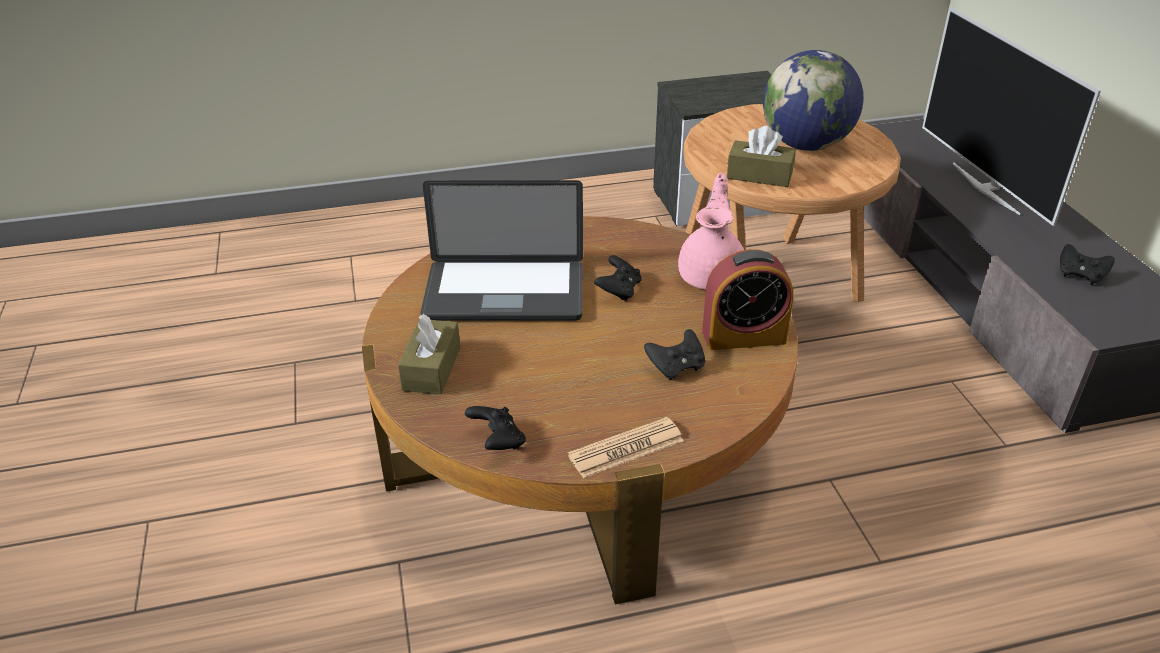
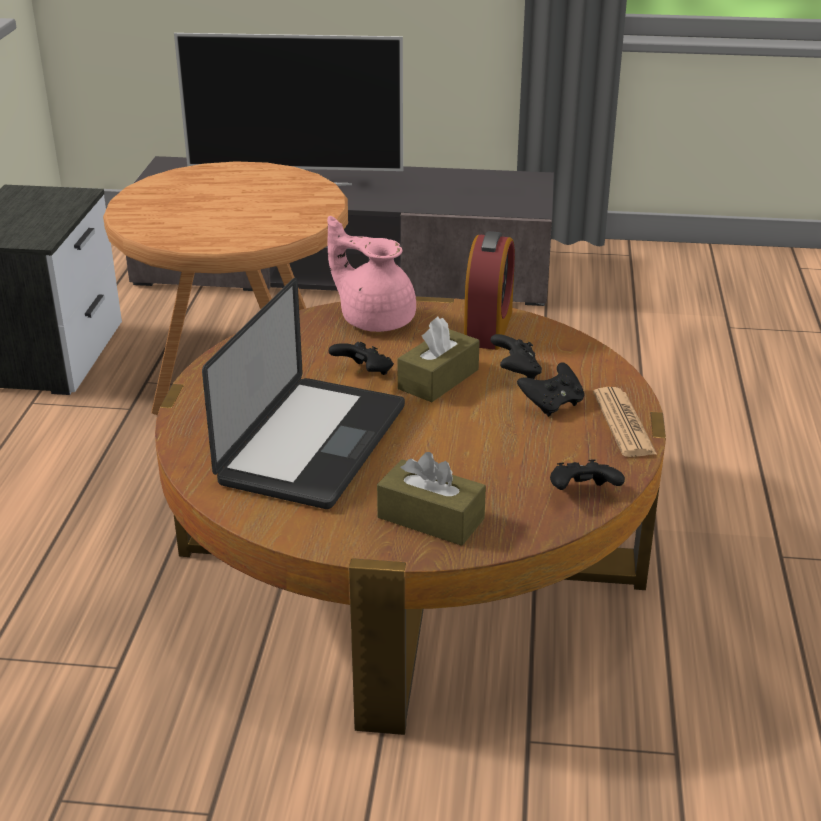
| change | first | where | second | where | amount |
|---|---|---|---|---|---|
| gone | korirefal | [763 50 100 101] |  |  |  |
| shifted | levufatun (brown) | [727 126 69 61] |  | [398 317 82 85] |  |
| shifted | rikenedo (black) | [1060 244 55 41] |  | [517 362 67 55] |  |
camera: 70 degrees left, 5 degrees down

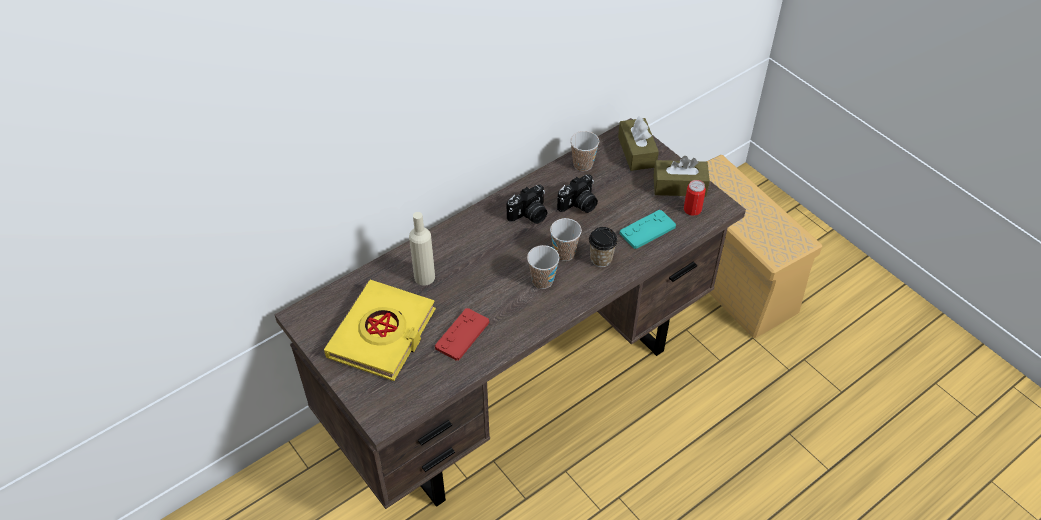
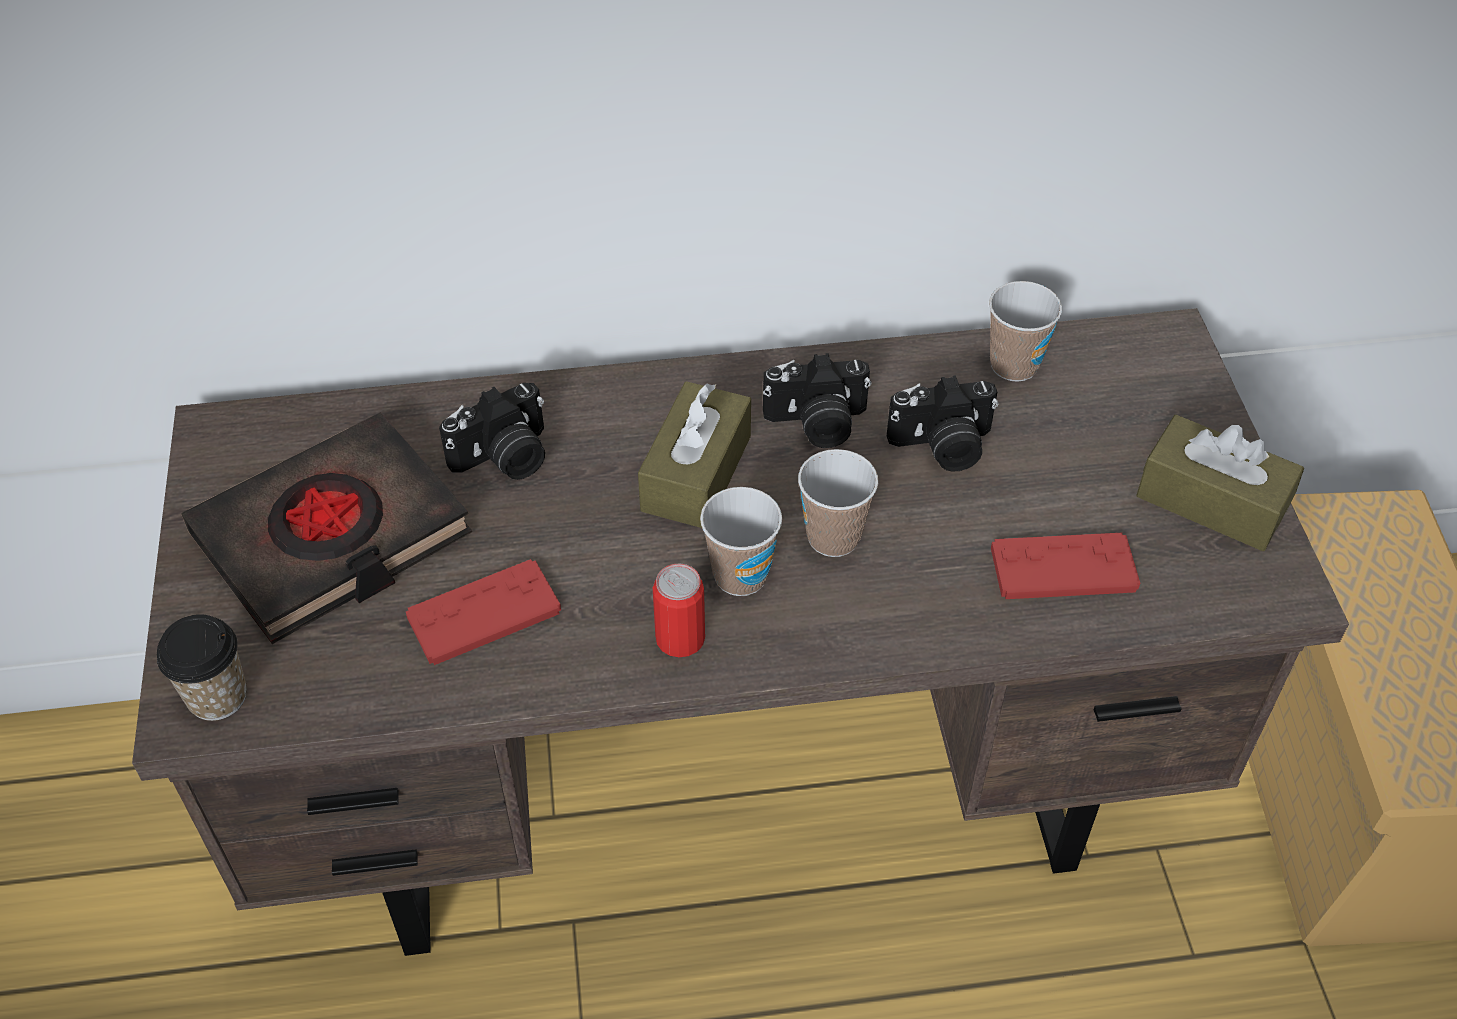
| change | first | where | second | where | amount |
|---|---|---|---|---|---|
| shifted | levufatun (brown) | [618 116 41 55] |  | [638 381 113 147] |  |
| shifted | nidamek | [684 180 22 36] |  | [653 564 52 93] |  |
| repainted | rikenedo (turquoise) | [620 210 56 39] | rikenedo (red) | [991 533 149 66] |  |
| swapped | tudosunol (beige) | [409 212 26 74] | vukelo | [439 383 106 97] |  |
| shifted | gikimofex | [589 227 29 40] |  | [157 614 90 107] |  |
| repainted | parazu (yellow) | [324 280 112 101] | parazu (black) | [181 412 291 232] |  |
camera: 30 degrees right, 0 degrees up

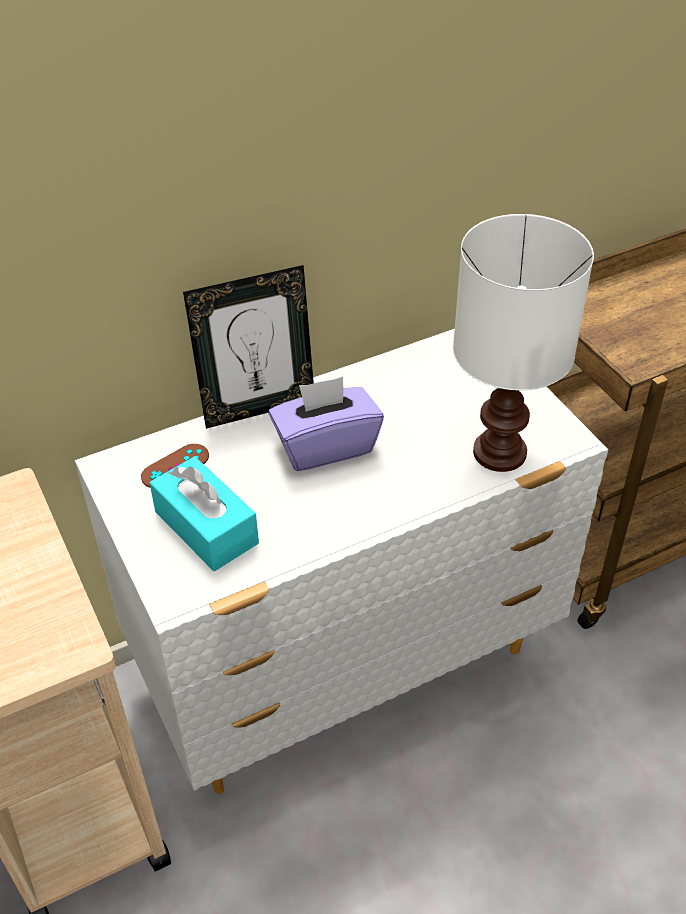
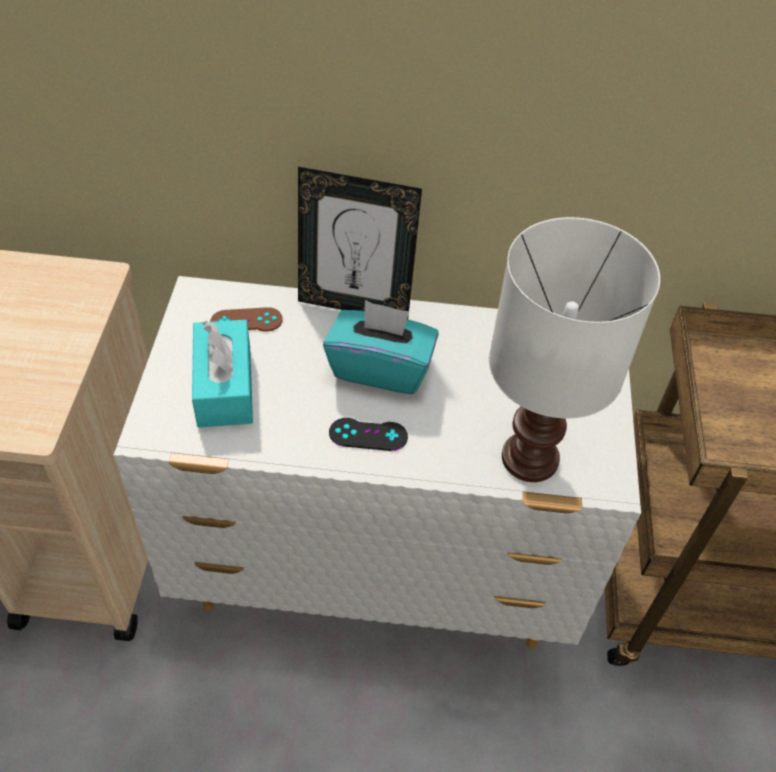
| change | first | where | second | where | amount |
|---|---|---|---|---|---|
| repainted | levufatun (purple) | [268 377 116 94] | levufatun (turquoise) | [323 300 116 94] |  |
| new |  |  | rikenedo (black) | [329 418 79 33] |  |
camera: 30 degrees right, 5 degrees up

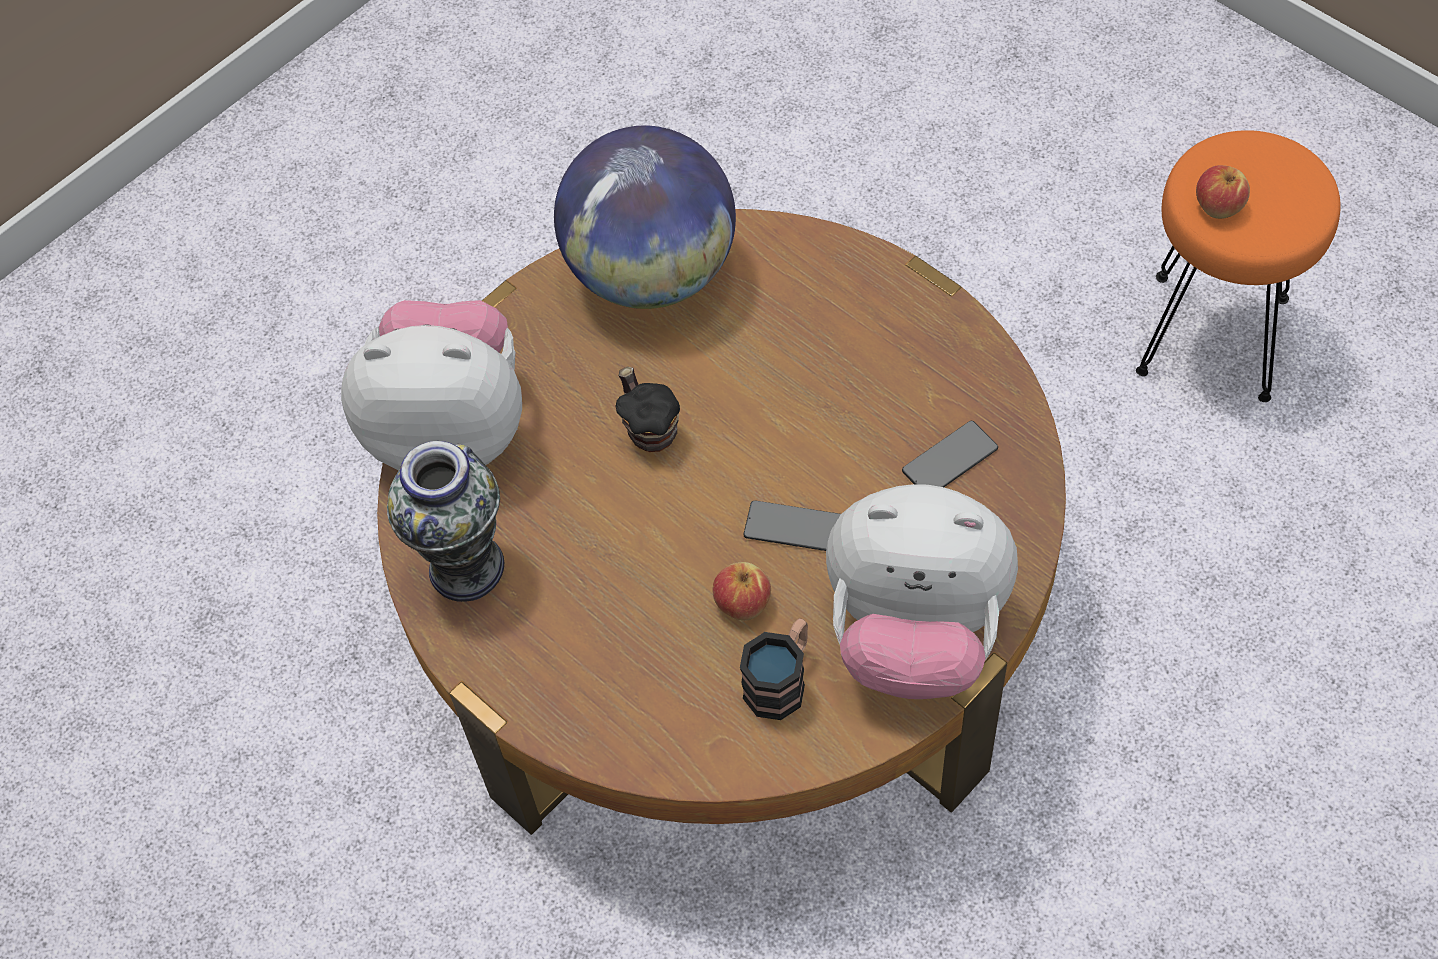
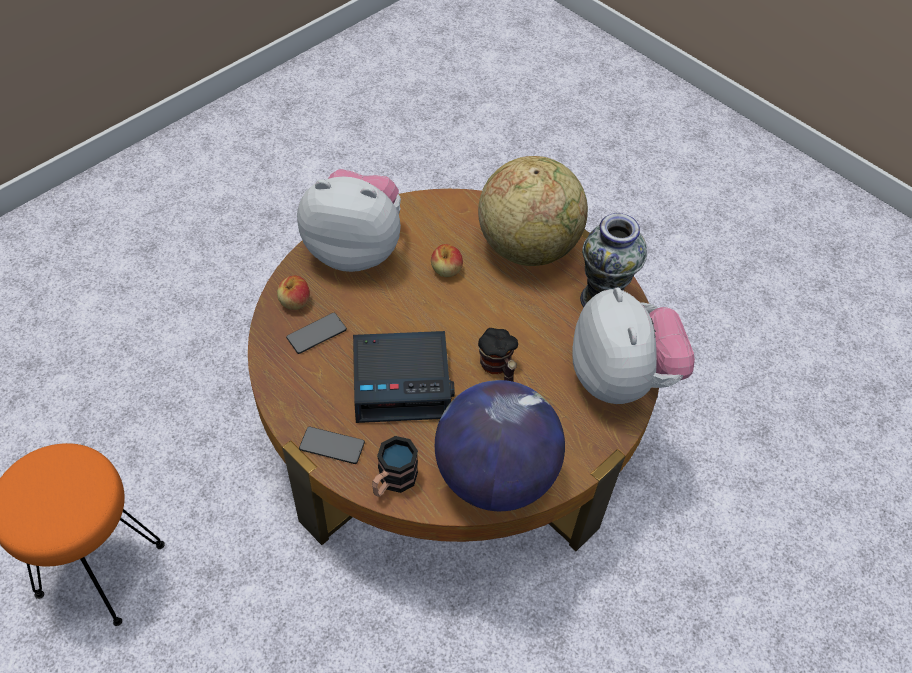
| change | first | where | second | where | amount |
|---|---|---|---|---|---|
| shifted | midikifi | [1196 165 54 54] |  | [277 275 33 35] |  |
| rotated | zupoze | [341 300 181 170] |  | [572 287 123 117] | 105 degrees counterclockwise |
| shifted | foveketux | [743 500 98 51] |  | [299 427 66 37] |  |
| shifted | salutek | [740 618 68 102] |  | [372 436 46 61] |  |
| new |  |  | korirefal | [478 156 110 110] |  |
| new |  |  | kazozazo | [353 331 102 92] |  |
camera: 175 degrees right, 5 degrees down

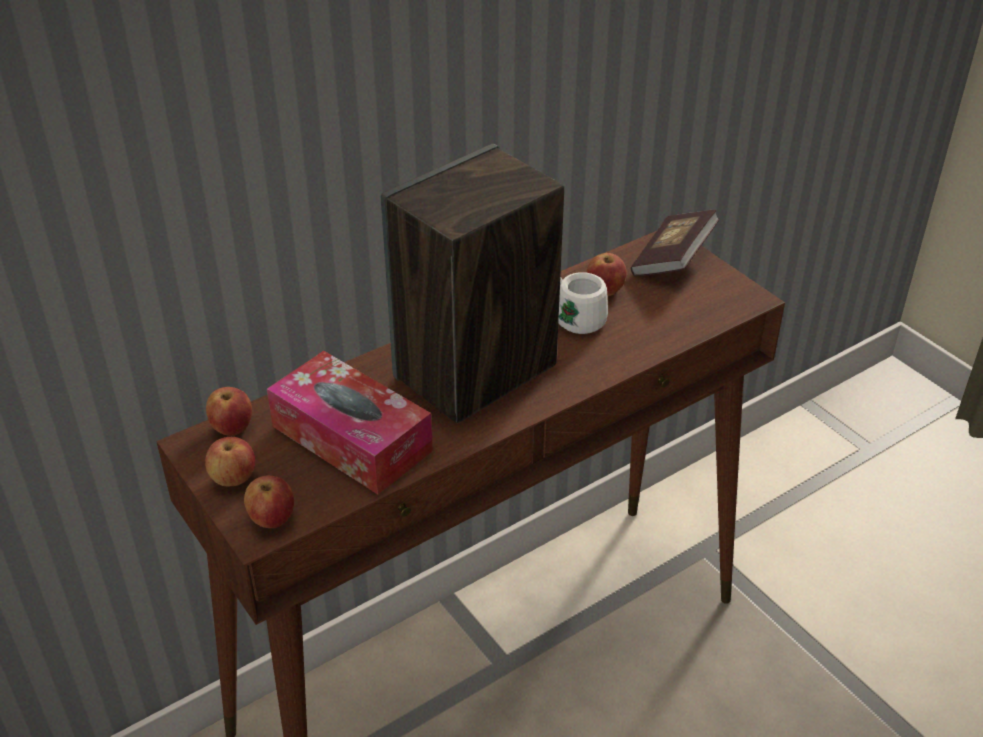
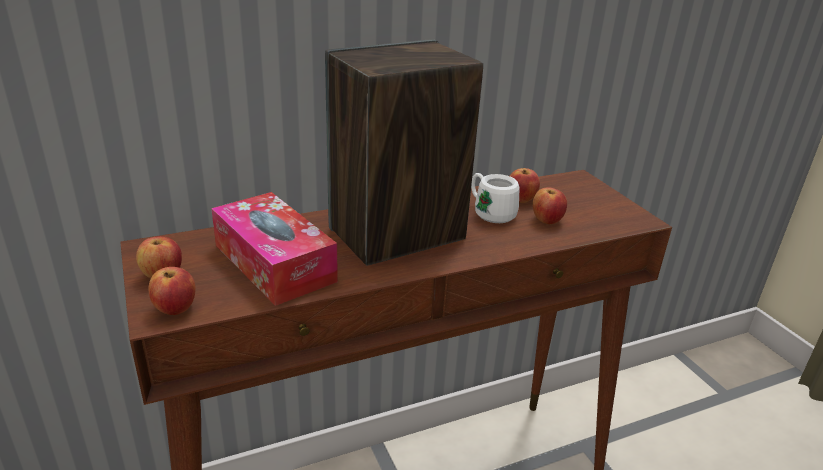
| change | first | where | second | where | amount |
|---|---|---|---|---|---|
| gone | parazu | [631 210 89 66] |  |  |  |
| shifted | midikifi | [206 387 46 49] |  | [532 188 35 36] |  |
camera: 10 degrees right, 10 degrees down

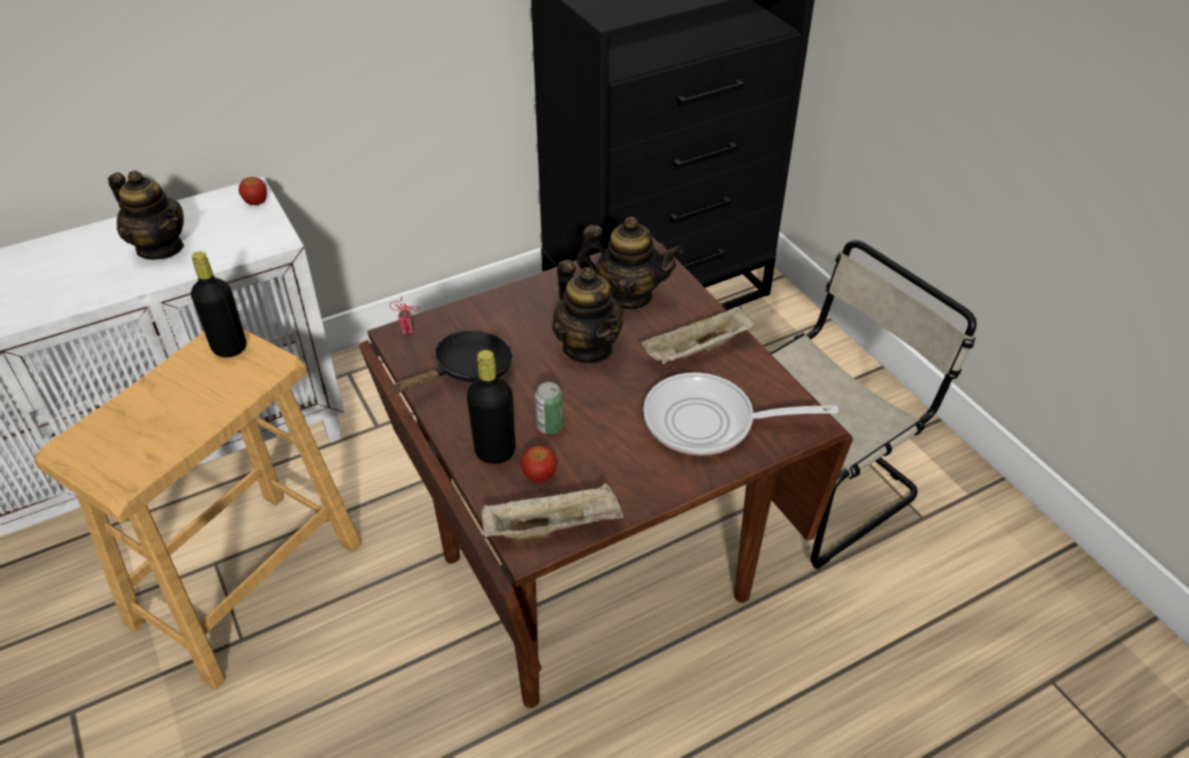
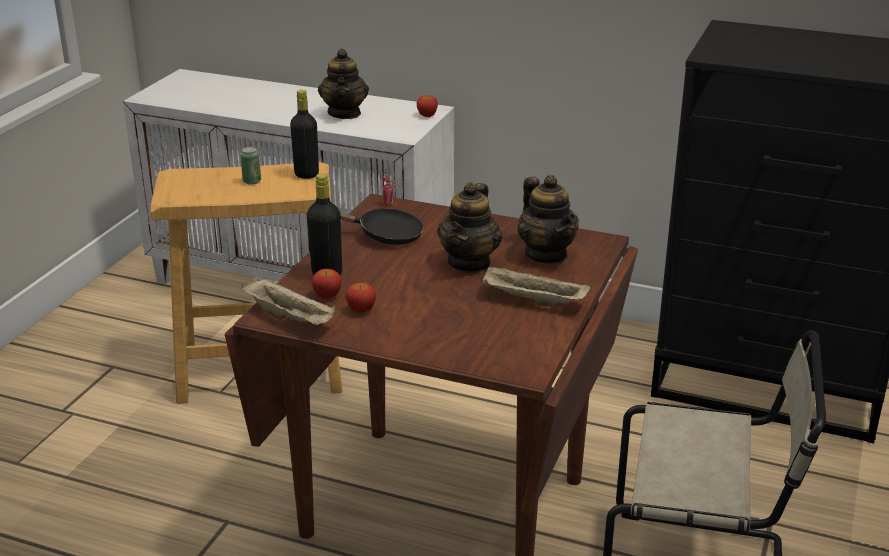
| change | first | where | second | where | amount |
|---|---|---|---|---|---|
| gone | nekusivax | [643 372 195 84] |  |  |  |
| shifted | nidamek | [535 382 29 52] |  | [240 147 21 38] |  |
| new |  |  | midikifi | [346 282 30 31] |  |
camera: 50 degrees right, 15 degrees down

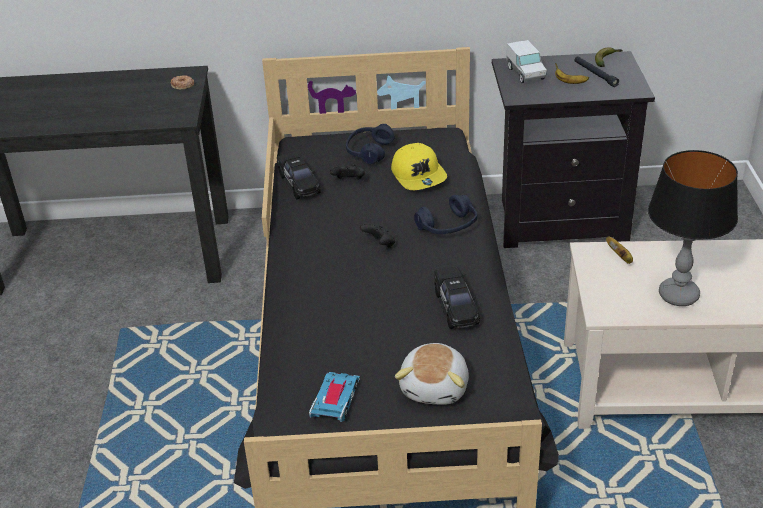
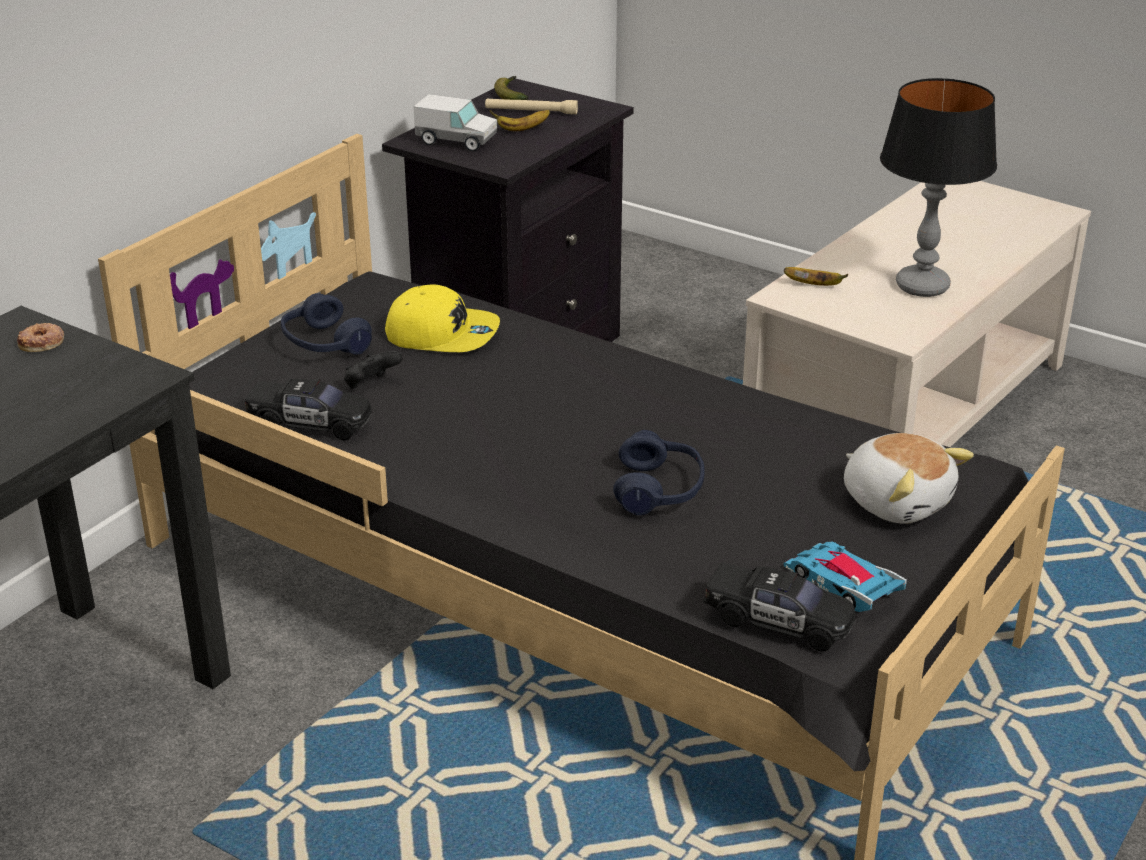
| change | first | where | second | where | amount |
|---|---|---|---|---|---|
| repainted | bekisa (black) | [574 56 45 31] | bekisa (beige) | [485 98 93 16] |  |
| shifted | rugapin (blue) | [414 195 63 39] |  | [613 430 92 85] |  |
| gone | rikenedo (black) | [360 223 35 25] |  |  |  |
| shifted | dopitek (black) | [434 267 46 62] |  | [703 563 153 89] |  |
camera: 55 degrees left, 5 degrees down

